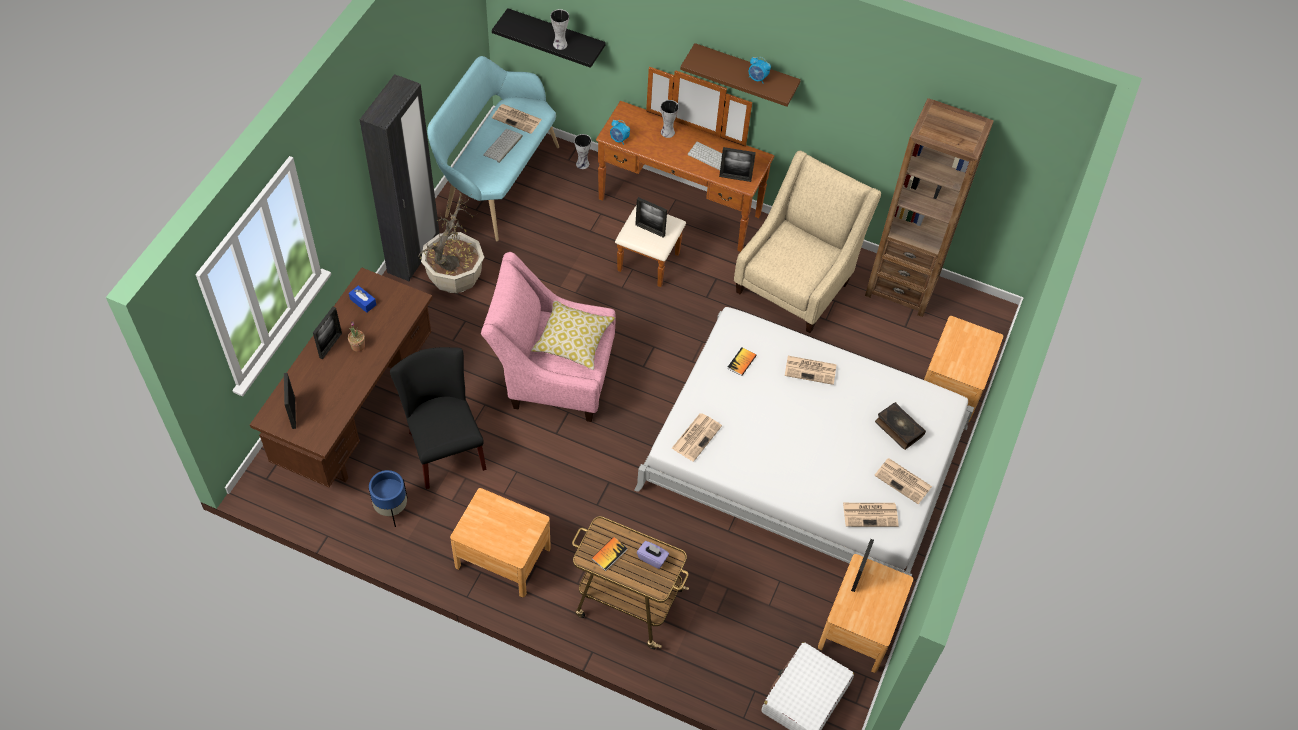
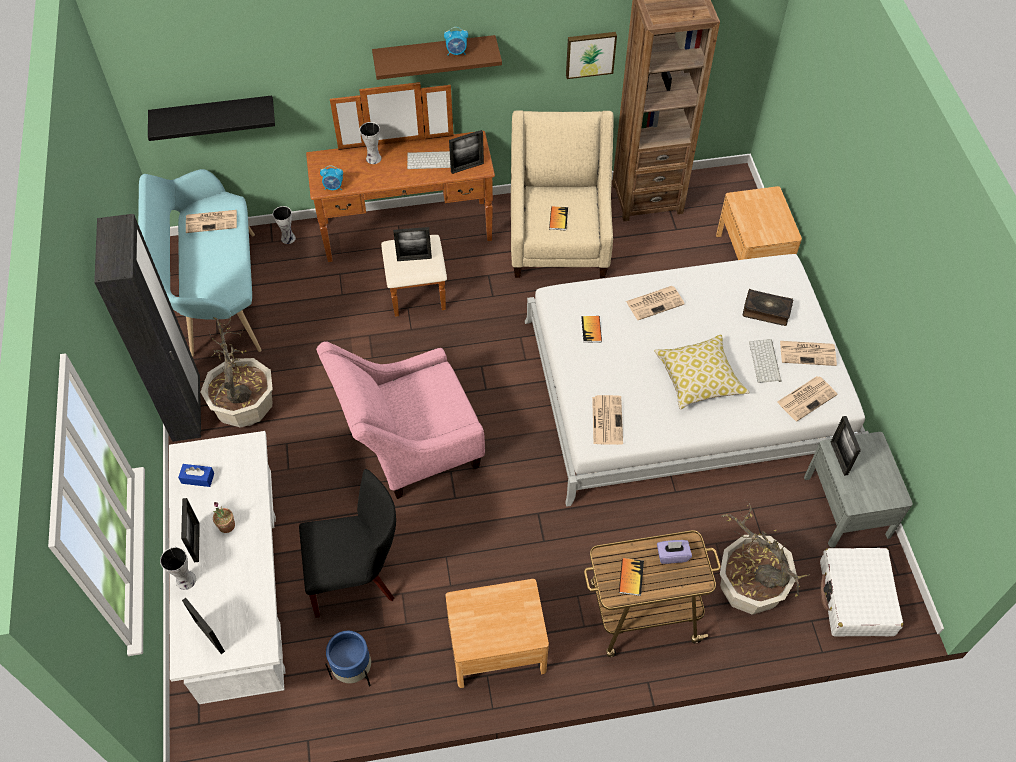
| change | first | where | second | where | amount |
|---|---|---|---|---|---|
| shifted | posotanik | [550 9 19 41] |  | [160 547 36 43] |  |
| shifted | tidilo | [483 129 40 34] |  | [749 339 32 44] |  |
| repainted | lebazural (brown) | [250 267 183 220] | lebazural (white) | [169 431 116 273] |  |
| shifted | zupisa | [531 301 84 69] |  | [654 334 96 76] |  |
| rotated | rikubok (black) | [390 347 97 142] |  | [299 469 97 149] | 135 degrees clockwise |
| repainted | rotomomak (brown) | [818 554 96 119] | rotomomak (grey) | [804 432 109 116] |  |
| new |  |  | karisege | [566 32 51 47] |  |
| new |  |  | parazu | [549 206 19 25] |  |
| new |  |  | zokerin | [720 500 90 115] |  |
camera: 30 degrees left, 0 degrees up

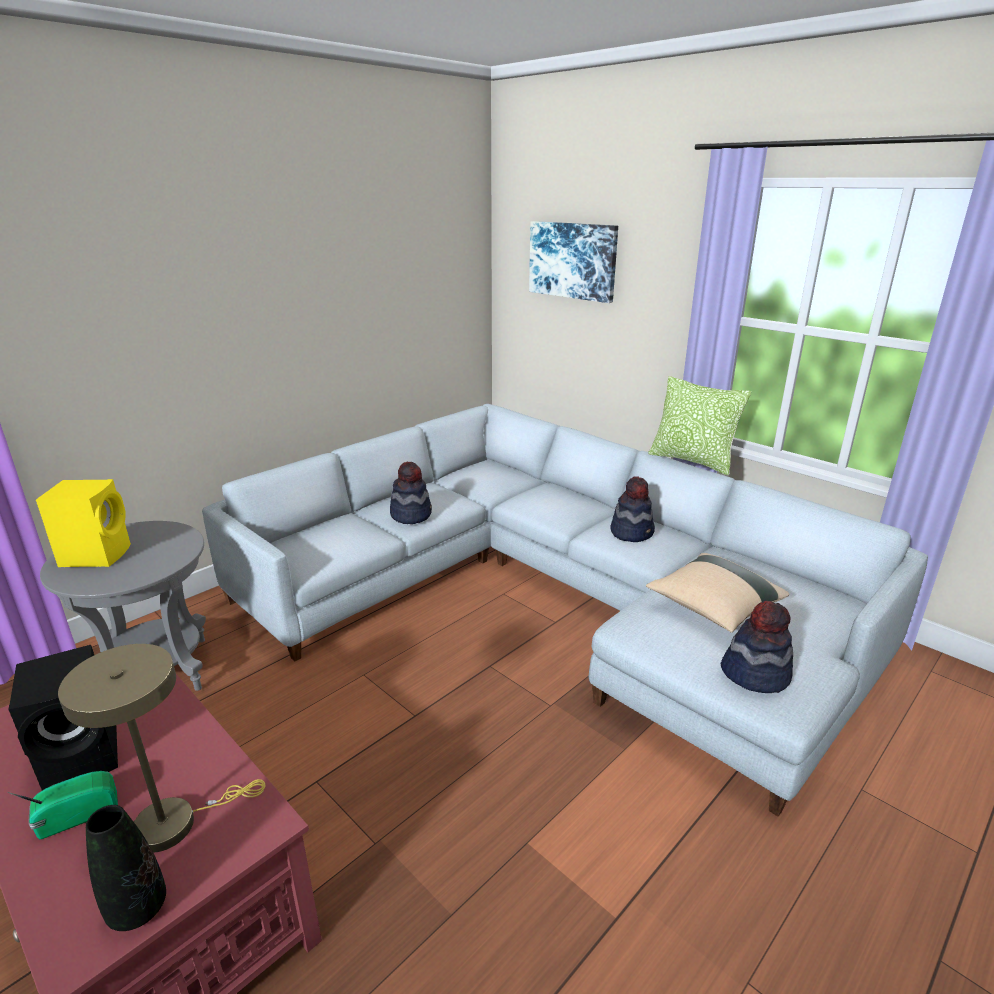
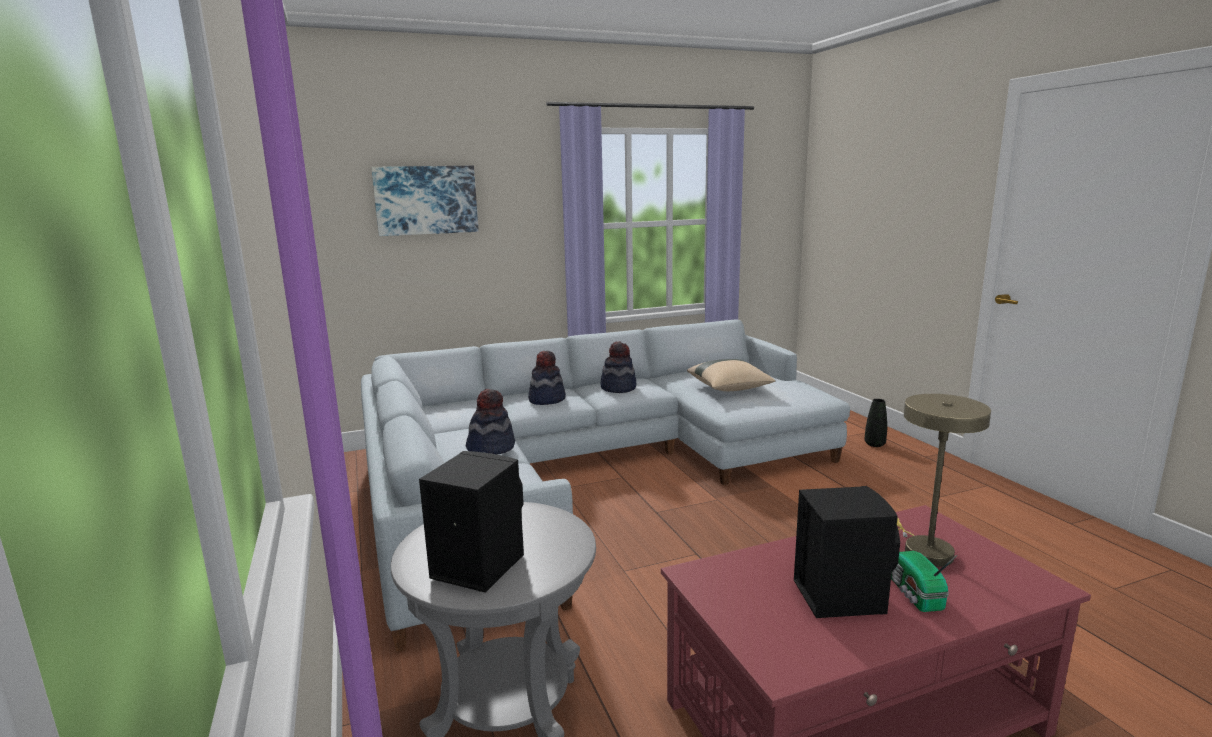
| change | first | where | second | where | amount |
|---|---|---|---|---|---|
| gone | zupisa | [648 376 103 100] |  |  |  |
| repainted | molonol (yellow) | [36 479 95 88] | molonol (black) | [419 451 105 142] |  |
| shifted | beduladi | [721 601 72 92] |  | [528 351 38 54] |  |
| shifted | posotanik (black) | [86 805 80 126] |  | [865 399 22 48] |  |
camera: 65 degrees left, 10 degrees down

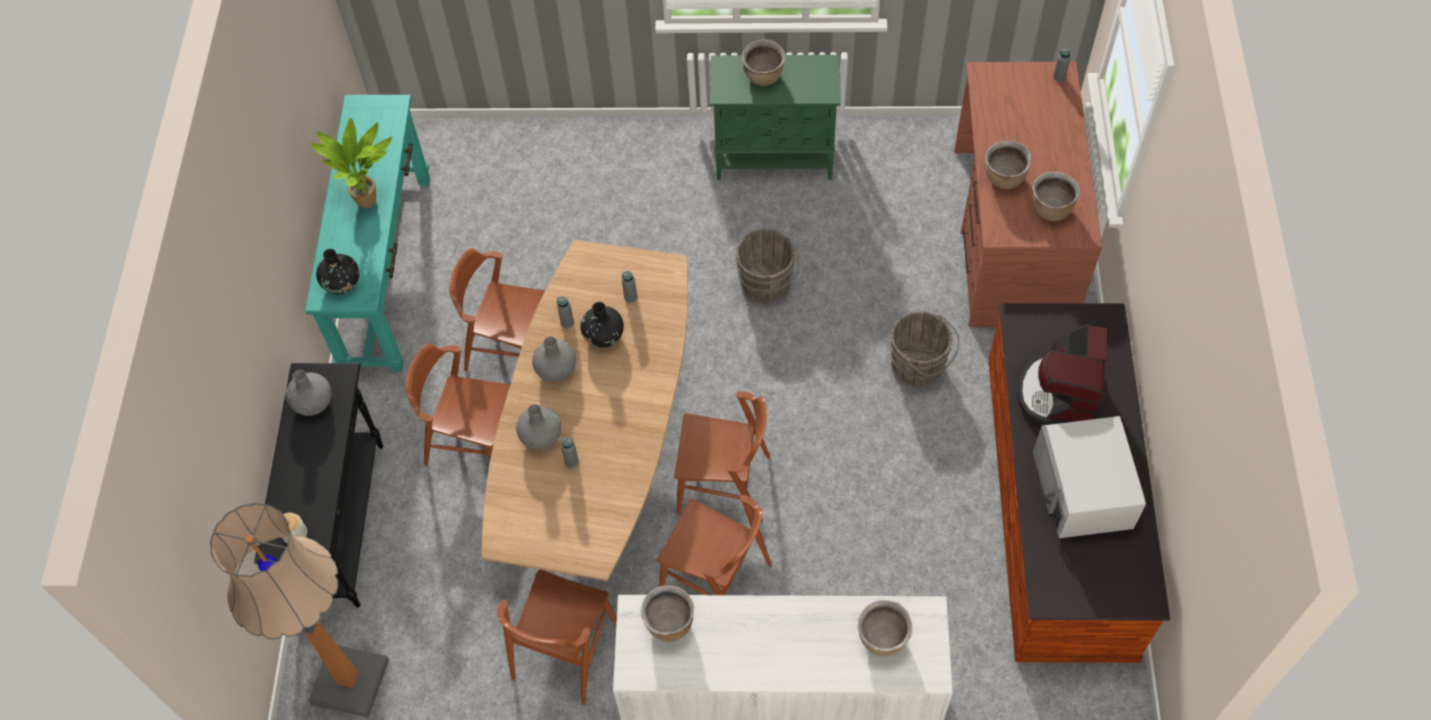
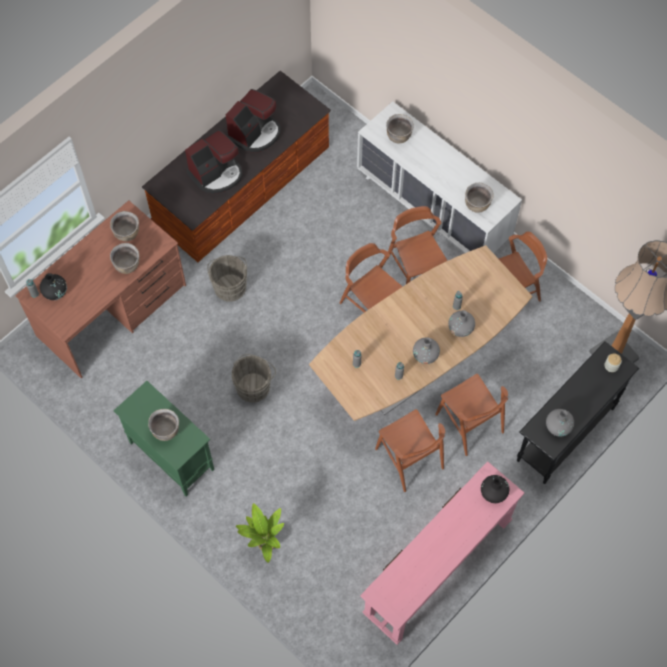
| change | first | where | second | where | amount |
|---|---|---|---|---|---|
| repainted | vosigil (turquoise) | [305 95 125 276] | vosigil (pink) | [360 461 164 184] |  |
| shifted | zokerin | [311 118 81 90] |  | [236 503 48 60] |  |
| shifted | posotanik (black) | [580 302 44 46] |  | [40 273 27 27] |  |
| swapped | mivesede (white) | [1033 416 113 122] | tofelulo | [226 89 55 64] |  |
camera: 140 degrees left, 5 degrees up

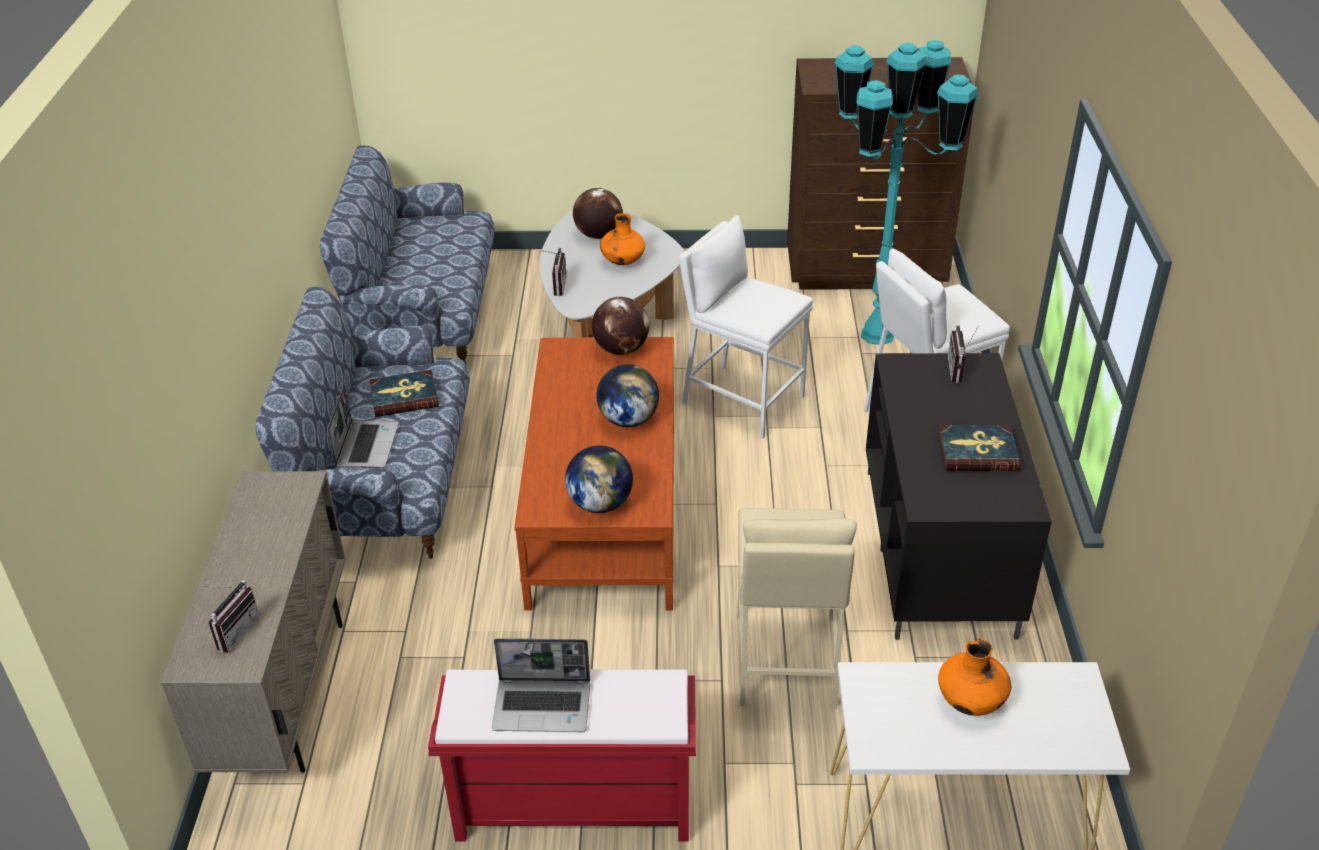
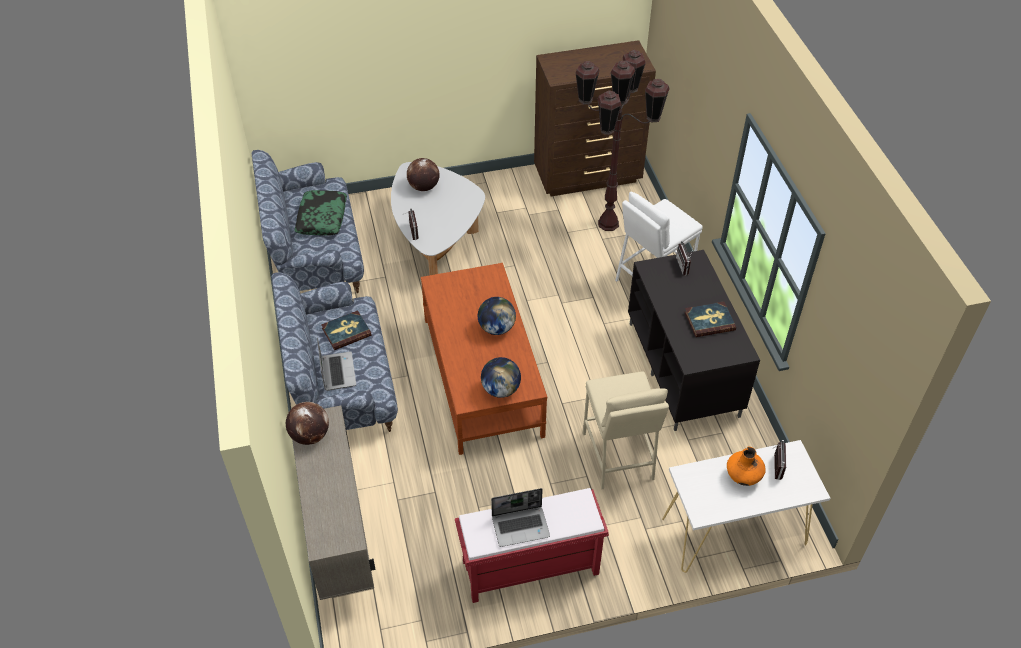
| change | first | where | second | where | amount |
|---|---|---|---|---|---|
| repainted | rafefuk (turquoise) | [835 40 144 305] | rafefuk (brown) | [575 50 95 181] |  |
| gone | posotanik (orange) | [600 213 45 52] |  |  |  |
| gone | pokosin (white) | [679 215 134 223] |  |  |  |
| shifted | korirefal | [592 297 58 58] |  | [286 402 43 43] |  |
| shifted | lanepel | [203 580 57 73] |  | [772 440 14 40] |  |
| new |  |  | zupisa | [295 190 52 46] |  |
camera: 15 degrees left, 10 degrees up

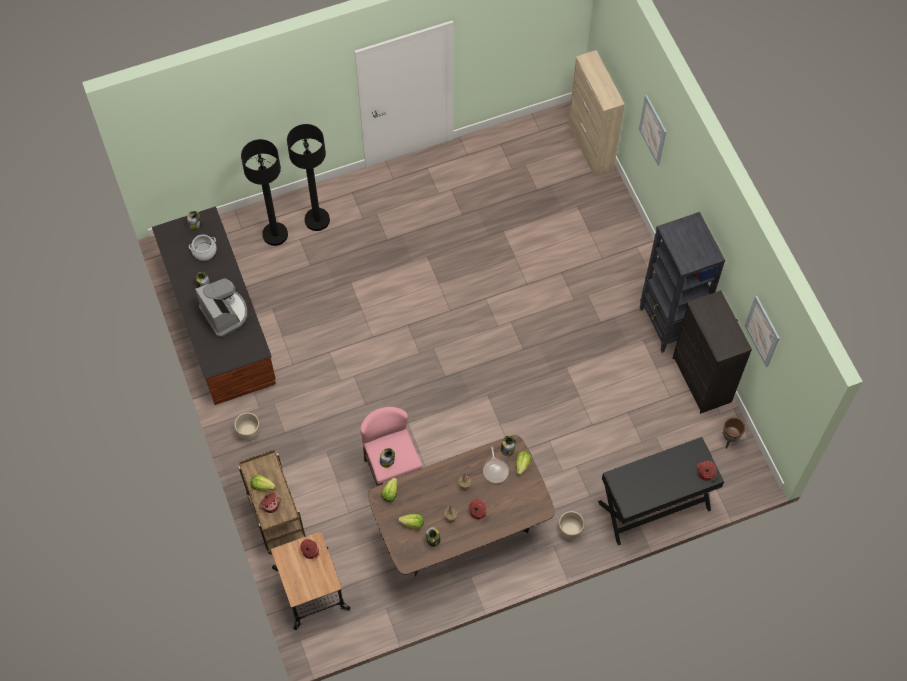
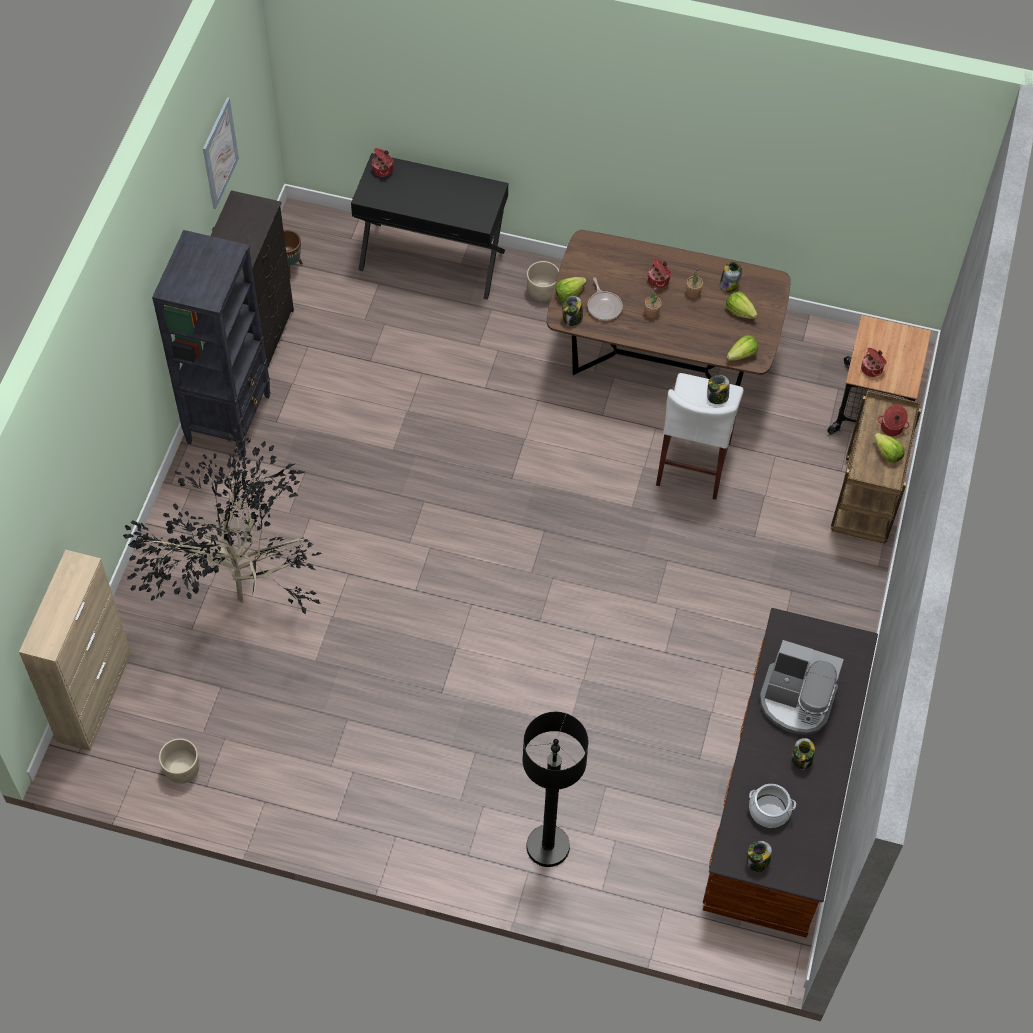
| change | first | where | second | where | amount |
|---|---|---|---|---|---|
| gone | karisege | [639 95 28 71] |  |  |  |
| gone | rafefuk (black) | [241 139 47 107] |  |  |  |
| rotated | tofelulo | [195 279 53 58] |  | [760 640 84 95] | 75 degrees counterclockwise |
| repainted | pokosin (pink) | [360 407 63 79] | pokosin (white) | [656 373 88 127] |  |
| shifted | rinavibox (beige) | [235 413 25 28] |  | [159 738 40 46] |  |
| rotated | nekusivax | [483 447 26 36] |  | [587 277 36 44] | 135 degrees clockwise |
| new |  |  | zokerin | [123 426 199 189] |  |
camera: 145 degrees left, 5 degrees down

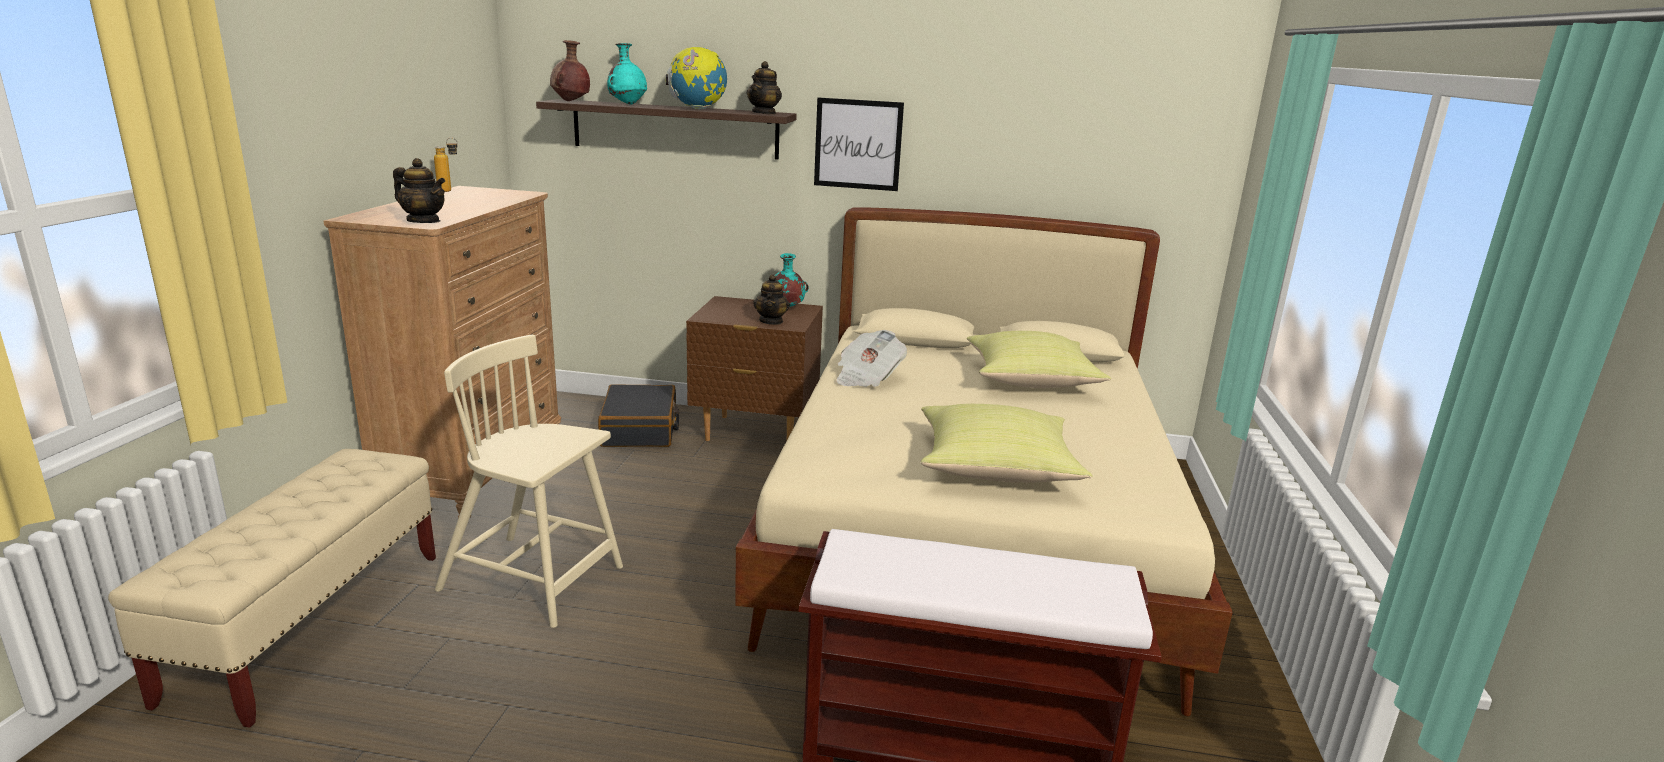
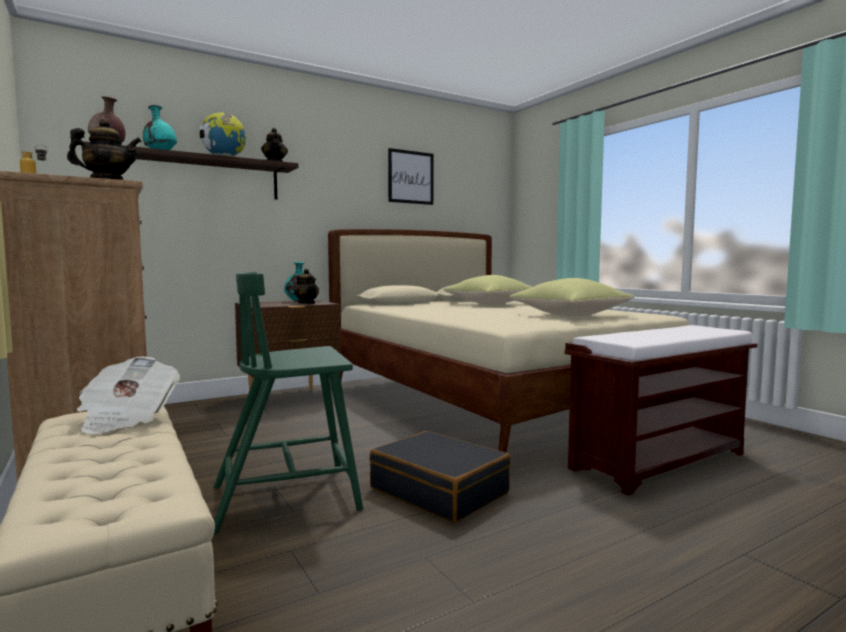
| change | first | where | second | where | amount |
|---|---|---|---|---|---|
| shifted | karisege | [814 97 90 94] |  | [388 148 46 57] |  |
| shifted | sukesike | [836 330 71 57] |  | [77 356 103 78] |  |
| repainted | rikubok (beige) | [435 335 188 293] | rikubok (green) | [214 272 149 262] |  |
| shifted | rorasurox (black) | [598 384 81 63] |  | [369 431 142 92] |  |
camera: 40 degrees left, 15 degrees down

